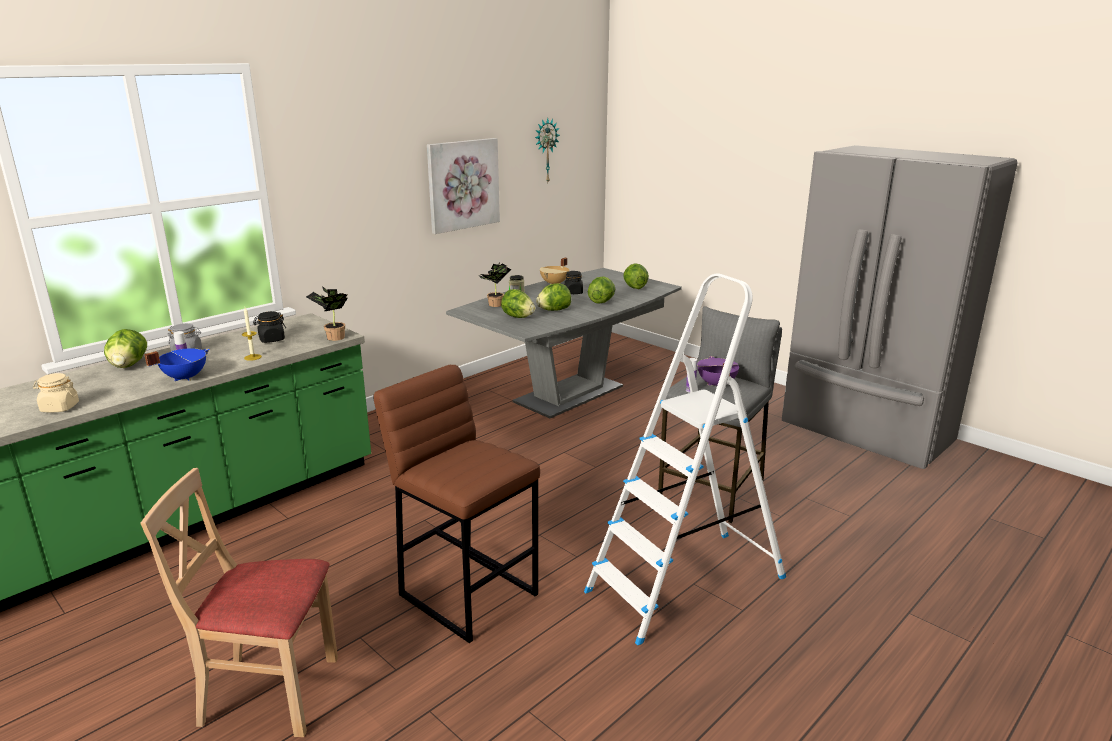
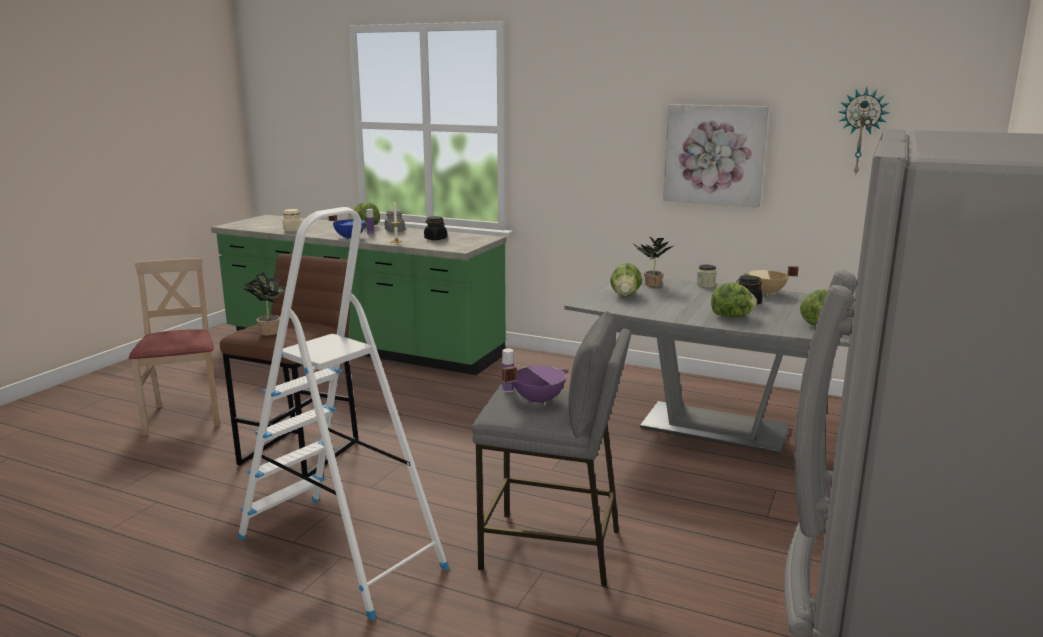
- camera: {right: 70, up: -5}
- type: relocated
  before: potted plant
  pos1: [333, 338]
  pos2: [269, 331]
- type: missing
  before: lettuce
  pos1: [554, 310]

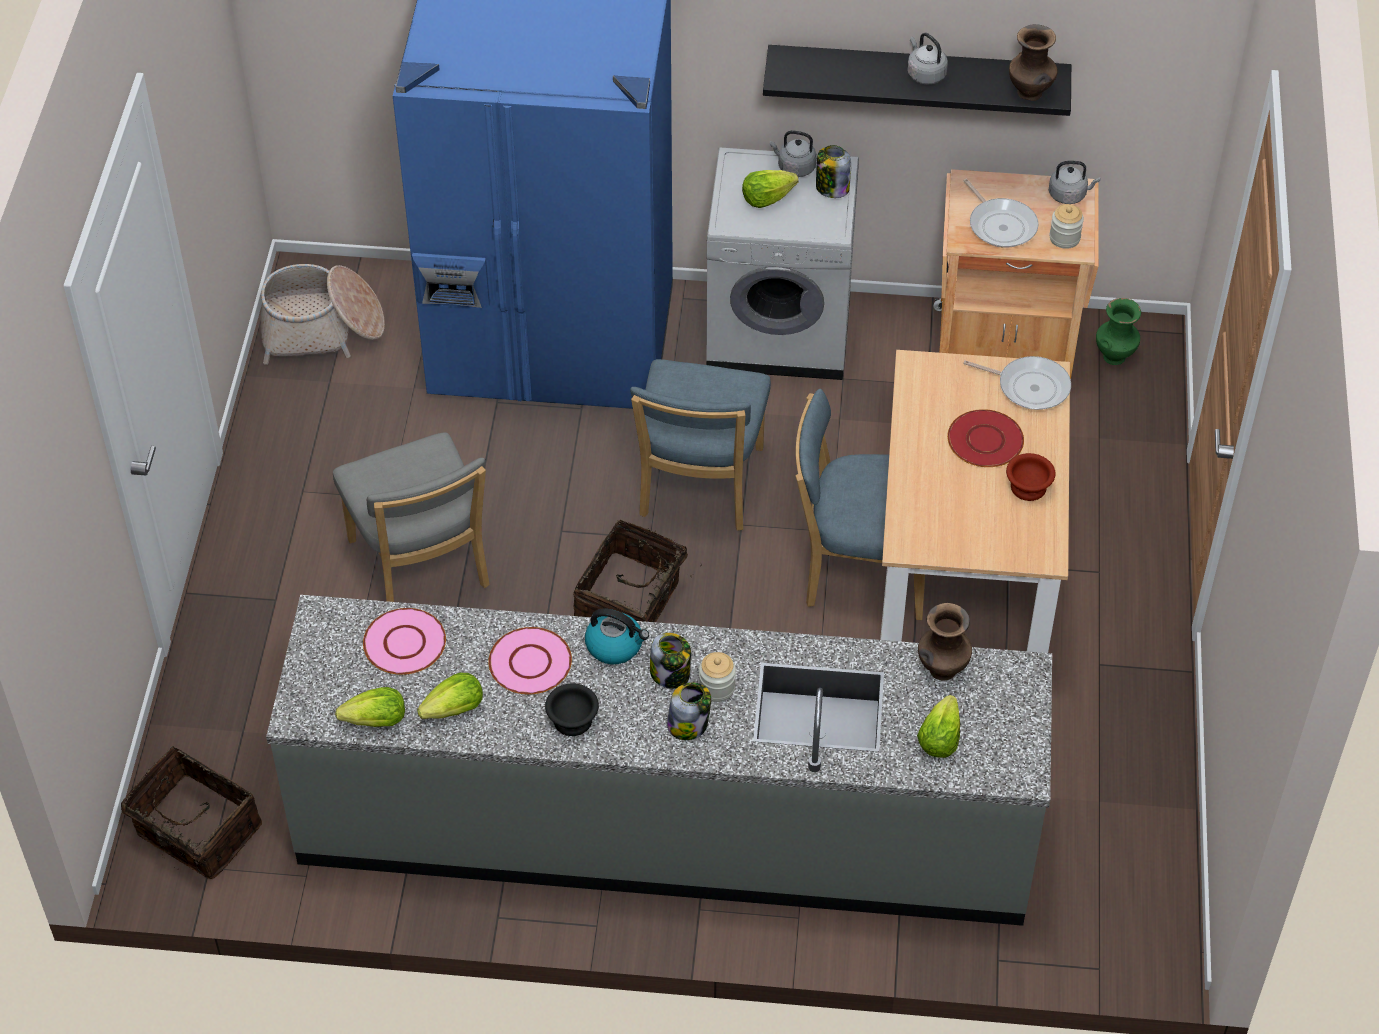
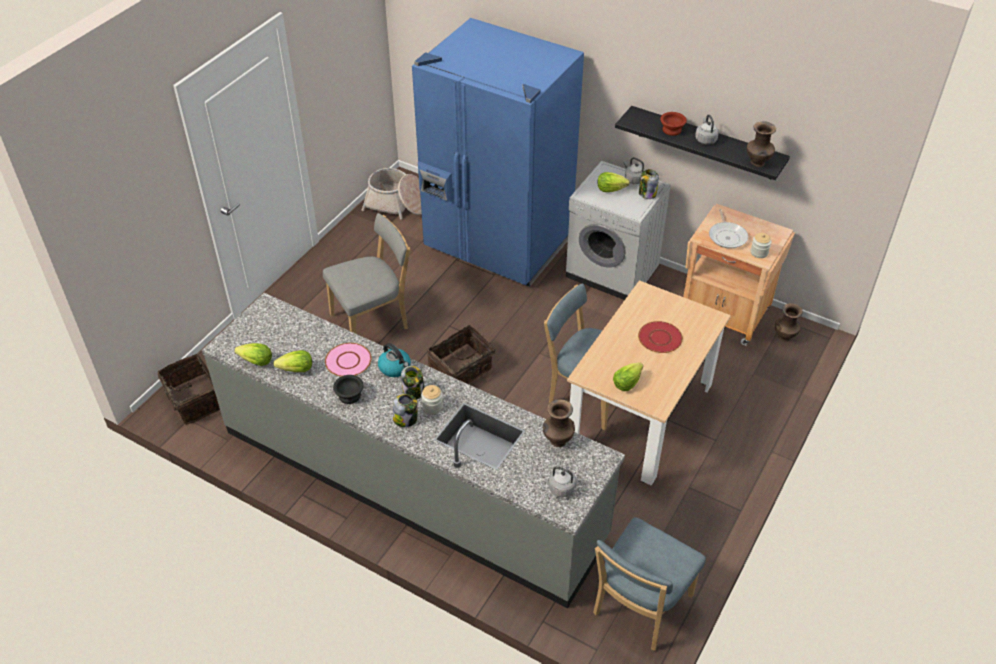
- camera: {right: 25, up: -5}
- type: spun
  before: chair (grey)
  pos1: [421, 569]
  pos2: [373, 321]
  turn: -120
- type: relocated
  before: kettle (grey)
  pos1: [1069, 195]
  pos2: [563, 489]
- type: relocated
  before: chair (blue)
  pos1: [699, 487]
  pos2: [639, 608]
- type: relocated
  before: lettuce
  pos1: [939, 739]
  pos2: [626, 383]
- type: relocated
  before: bowl (brown)
  pos1: [1029, 488]
  pos2: [672, 130]
- type: colour
  before: vase (green)
  after: vase (brown)
  pos1: [1114, 356]
  pos2: [784, 337]
- type: missing
  before: plate (pink)
  pos1: [404, 642]
- type: missing
  before: frying pan
  pos1: [1029, 386]

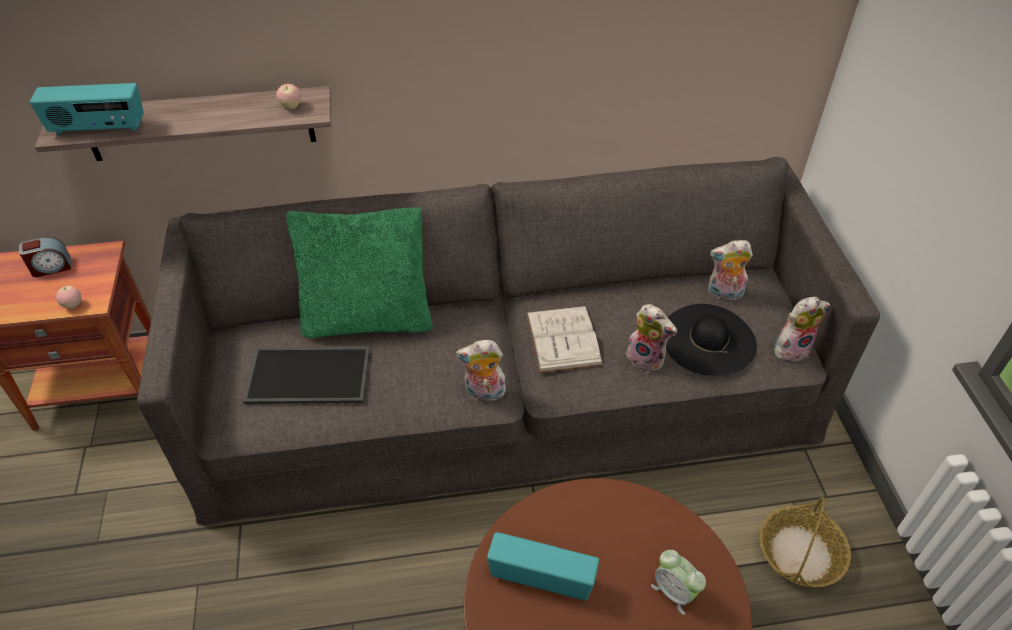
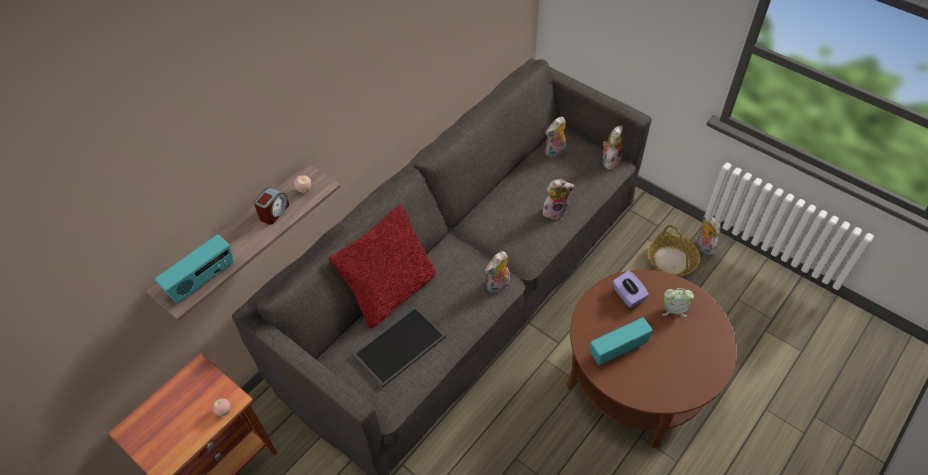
- camera: {right: -40, up: 5}
- type: relocated
  before: alarm clock
  pos1: [51, 267]
  pos2: [274, 212]
- type: colour
  before: pillow (green)
  after: pillow (red)
  pos1: [368, 314]
  pos2: [391, 290]
- type: appeared
  after: tissue box (purple)
  pos2: [628, 295]
- type: appeared
  after: plush toy
  pos2: [703, 246]
- type: missing
  before: book (white)
  pos1: [563, 338]
- type: missing
  before: hat (black)
  pos1: [708, 339]

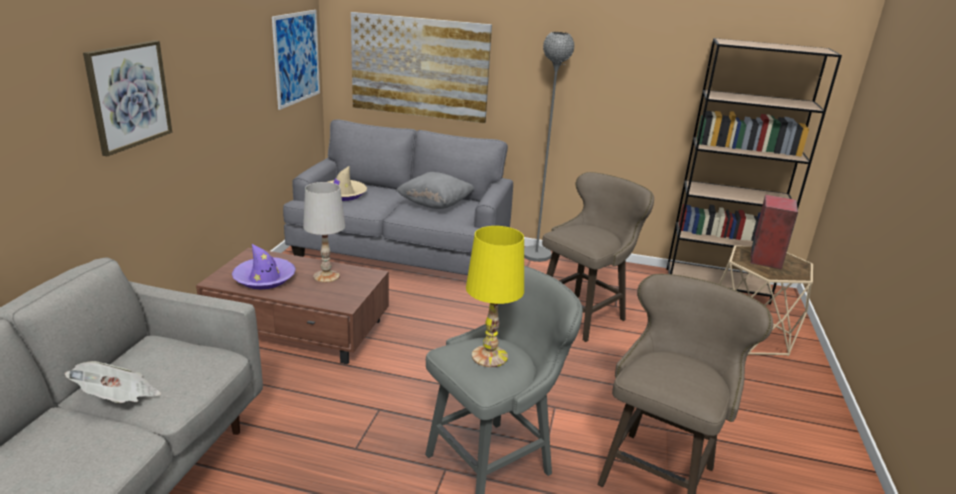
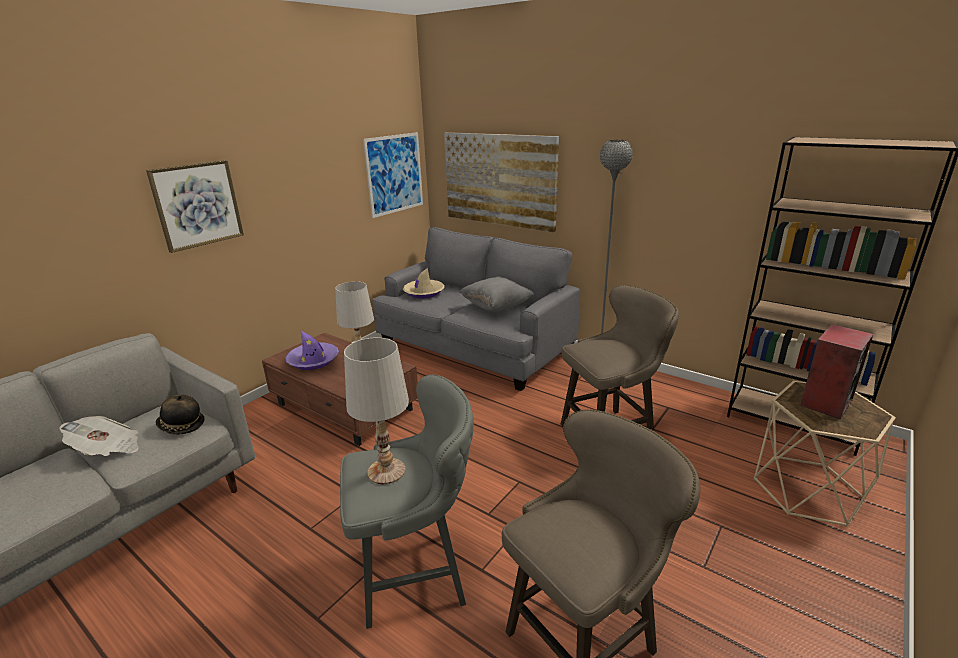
- camera: {right: 25, up: 0}
- type: appeared
  after: hat
  pos2: [181, 426]
- type: colour
  before: table lamp (yellow)
  after: table lamp (white)
  pos1: [490, 356]
  pos2: [386, 471]

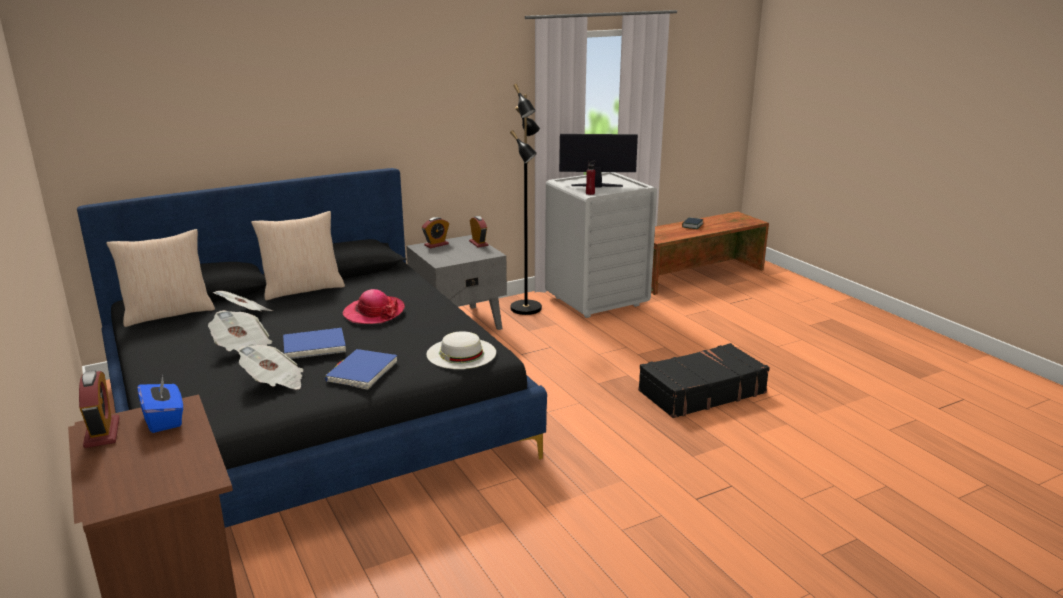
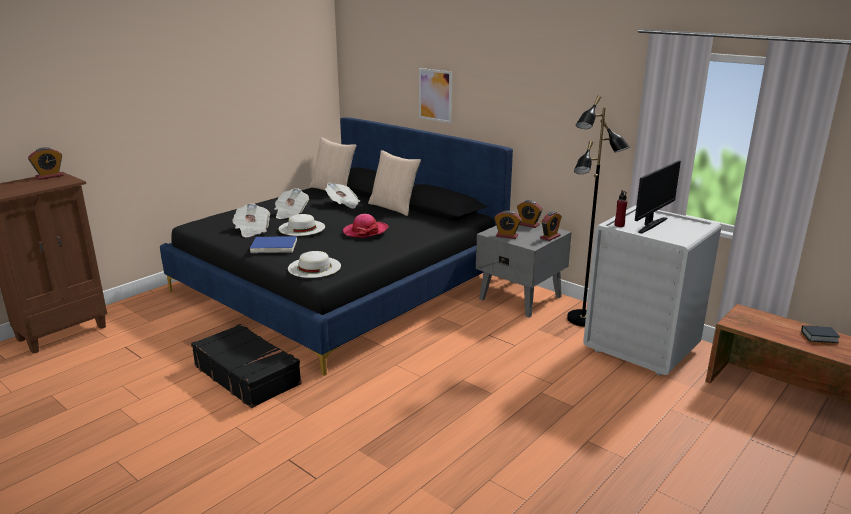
- camera: {right: 70, up: 0}
- type: relocated
  before: suitcase (black)
  pos1: [701, 392]
  pos2: [247, 375]
- type: exchanged
  before: book (blue)
  after: hat (white)
  pos1: [314, 346]
  pos2: [302, 228]
- type: appeared
  after: picture
  pos2: [435, 95]
- type: appeared
  after: alarm clock
  pos2: [507, 236]
- type: spun
  before: monitor
  pos1: [597, 186]
  pos2: [651, 225]
  turn: 60
- type: missing
  before: tissue box (blue)
  pos1: [164, 419]

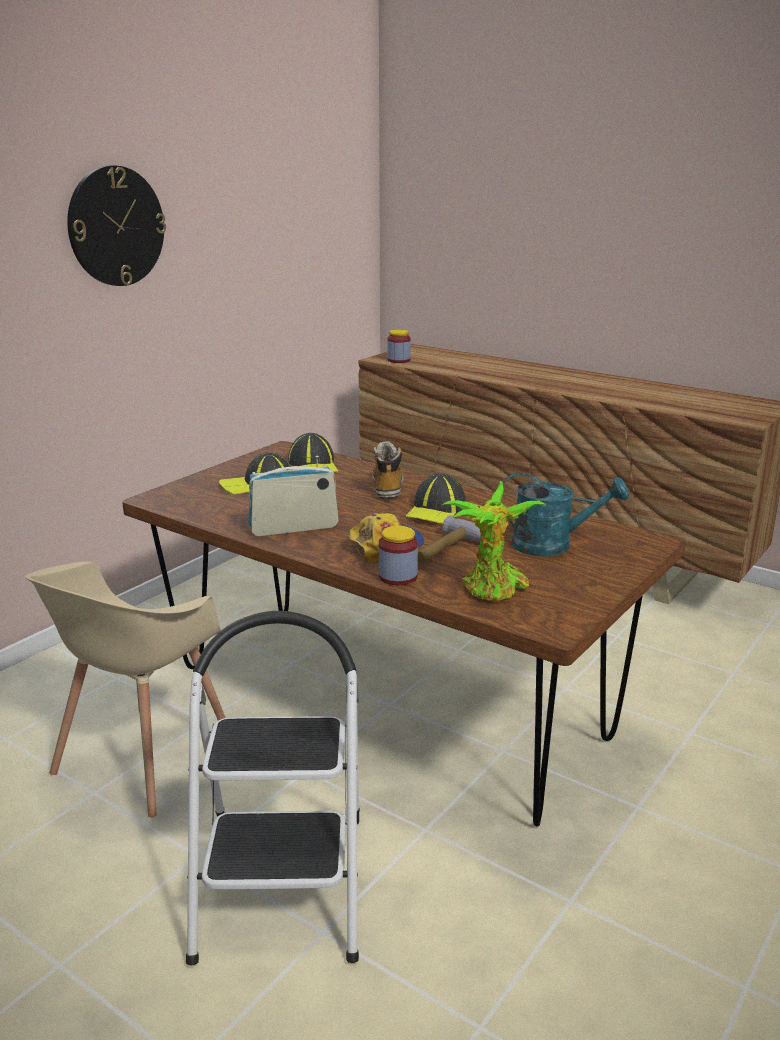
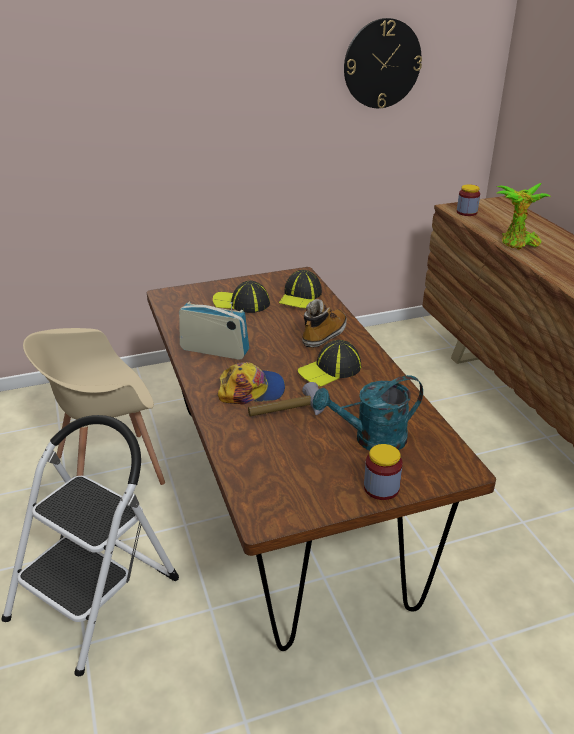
- camera: {right: 35, up: 10}
- type: spun
  before: watering can (turquoise)
  pos1: [552, 545]
  pos2: [371, 439]
  turn: 120
- type: relocated
  before: wall clock
  pos1: [116, 226]
  pos2: [382, 64]
- type: relocated
  before: jar
  pos1: [398, 577]
  pos2: [381, 488]
- type: relocated
  before: potted plant
  pos1: [493, 590]
  pos2: [517, 244]

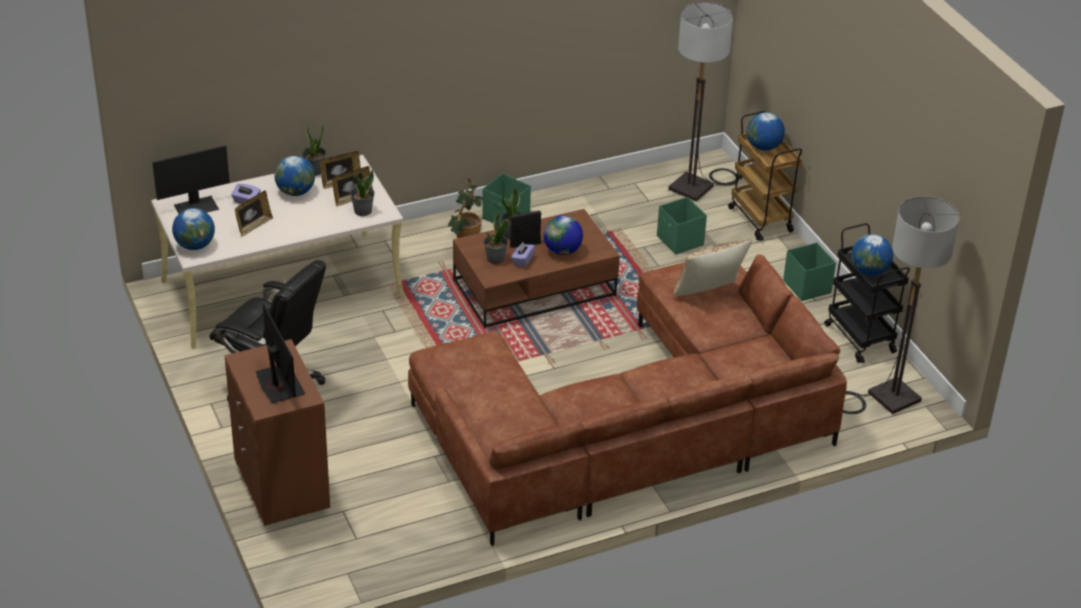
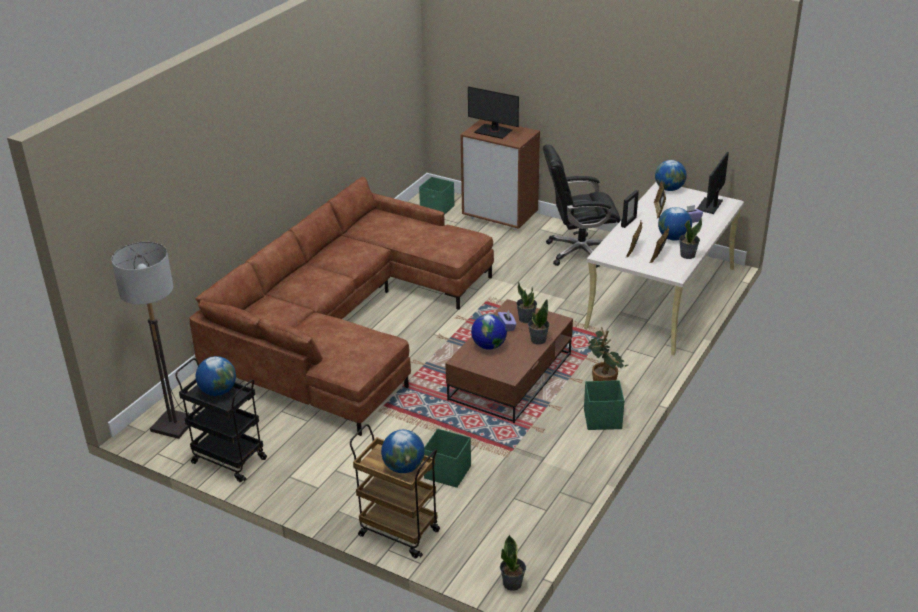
- camera: {right: 145, up: -5}
- type: relocated
  before: storage box (green)
  pos1: [807, 286]
  pos2: [437, 209]
- type: relocated
  before: potted plant
  pos1: [362, 210]
  pos2: [512, 583]
- type: relocated
  before: picture frame
  pos1: [525, 244]
  pos2: [628, 222]
- type: missing
  before: floor lamp
  pos1: [701, 185]
- type: missing
  before: pillow (beige)
  pos1: [707, 295]

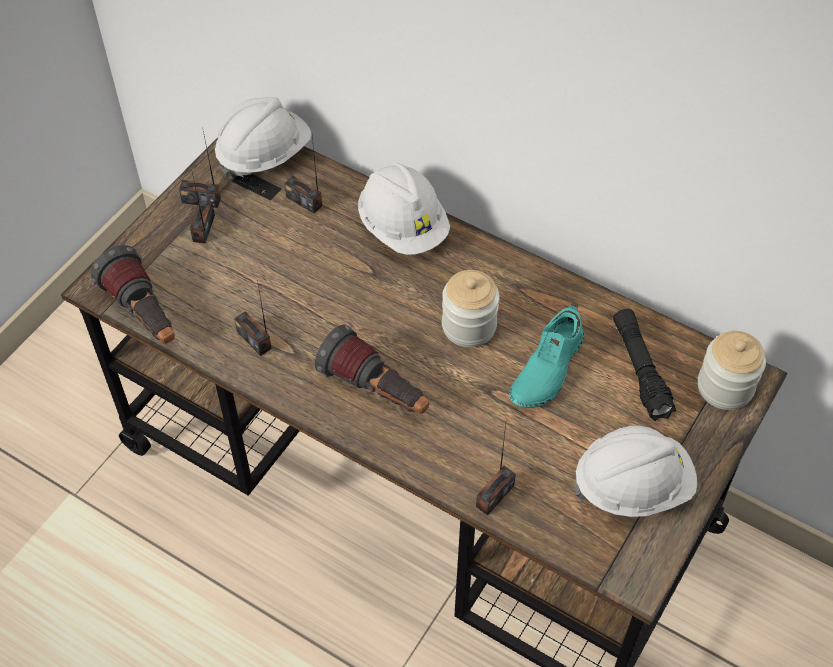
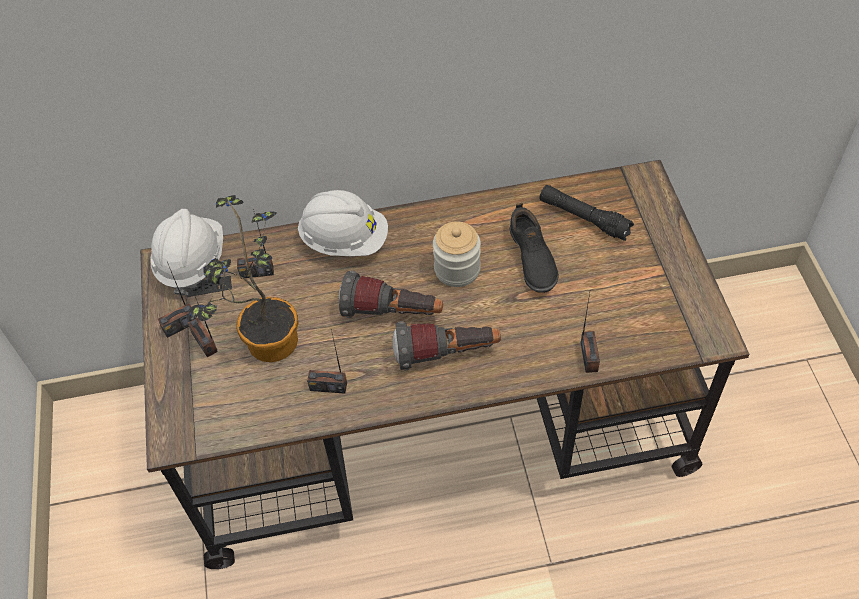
- camera: {right: -40, up: 0}
- type: appeared
  after: potted plant
  pos2: [266, 346]
- type: relocated
  before: flashlight
  pos1: [144, 316]
  pos2: [392, 313]
- type: colour
  before: shoe (turquoise)
  after: shoe (black)
  pos1: [546, 369]
  pos2: [531, 259]
- type: missing
  before: hard hat (white)
  pos1: [632, 486]
- type: missing
  before: jar
  pos1: [725, 387]

